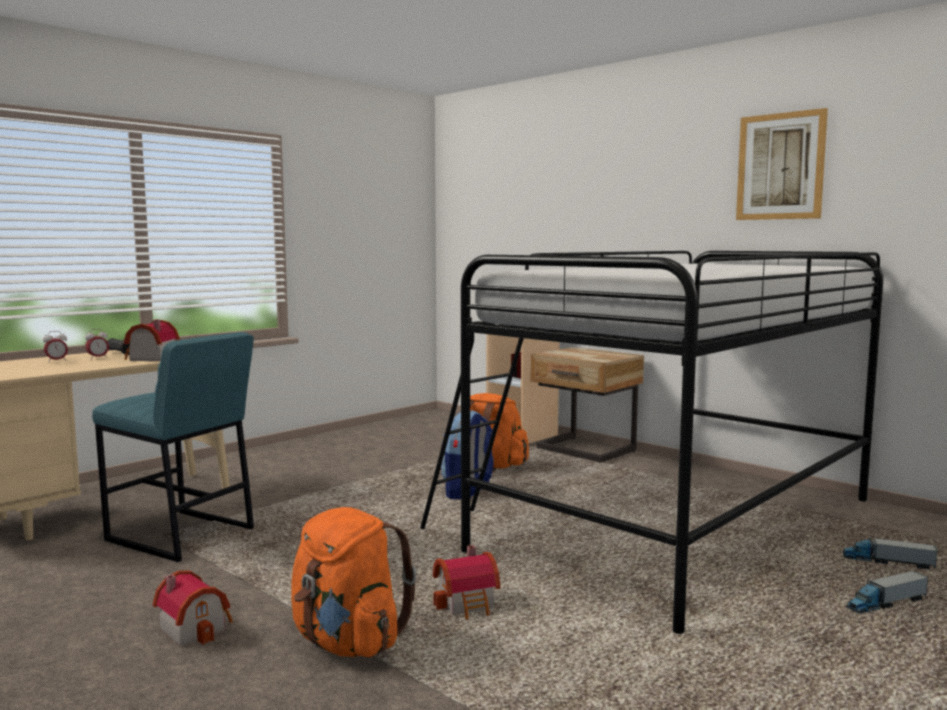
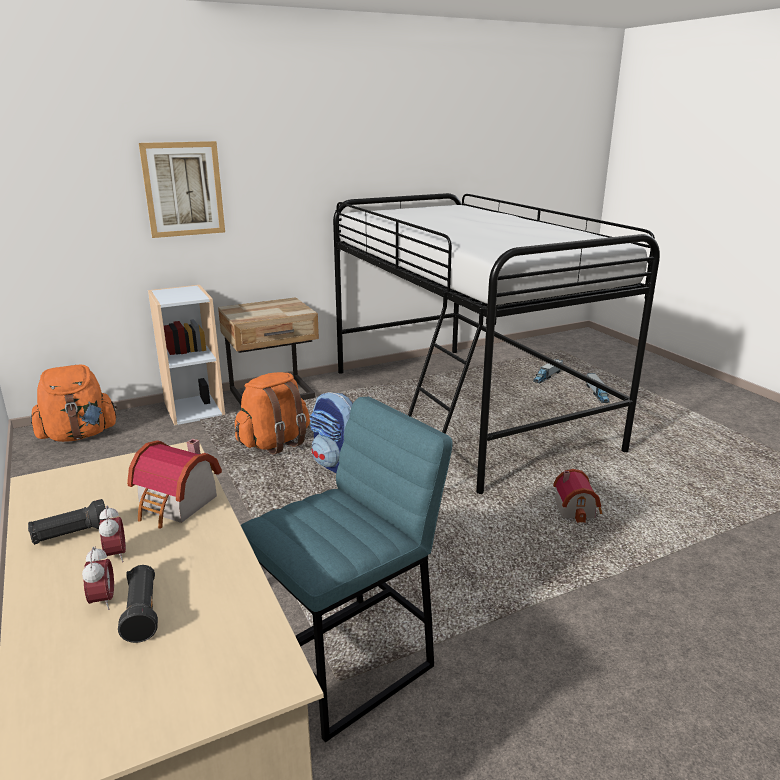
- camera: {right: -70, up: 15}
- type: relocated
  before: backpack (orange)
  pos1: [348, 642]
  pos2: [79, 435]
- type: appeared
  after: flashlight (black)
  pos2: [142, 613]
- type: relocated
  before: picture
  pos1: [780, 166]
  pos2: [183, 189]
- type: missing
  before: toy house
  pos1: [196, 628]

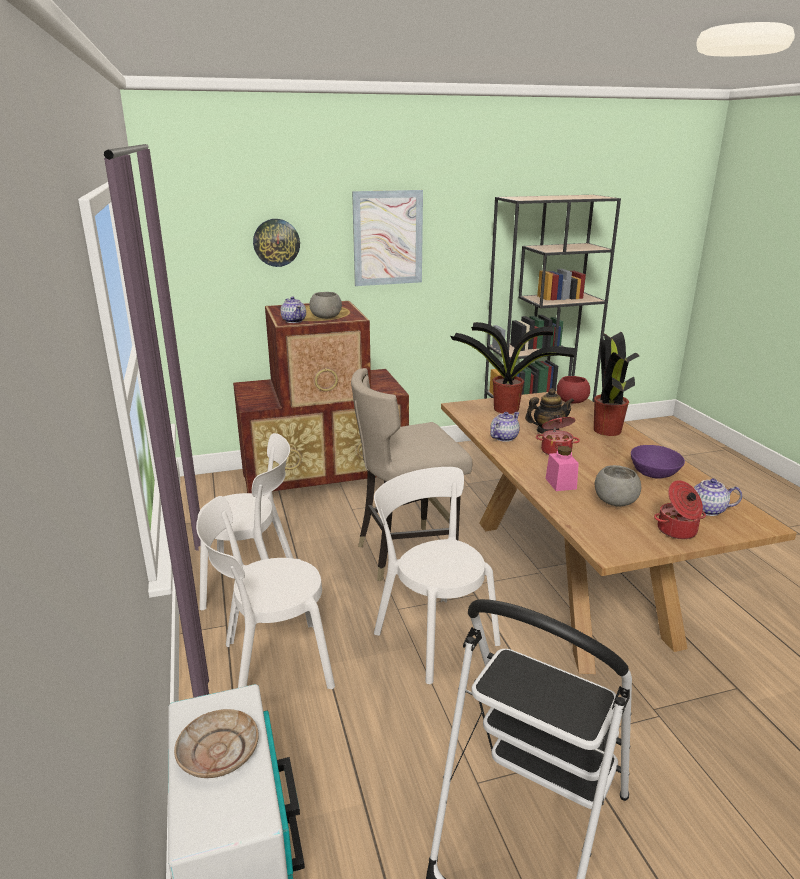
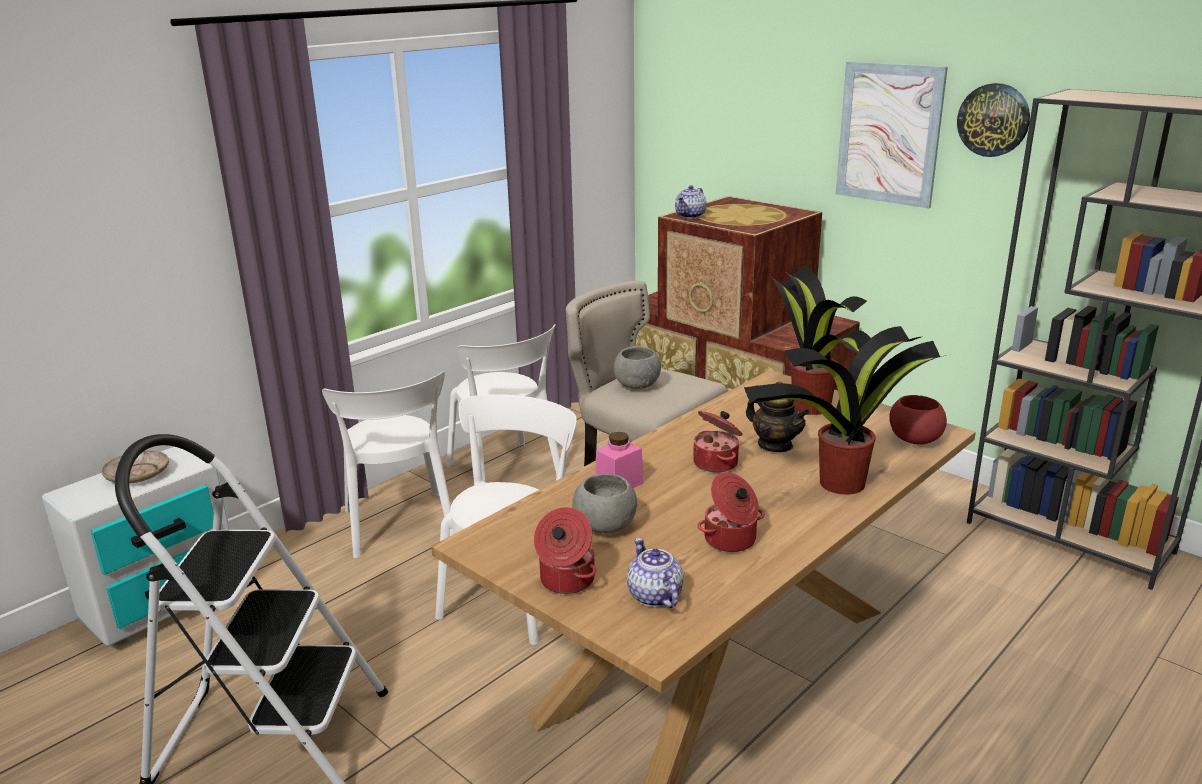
- camera: {right: 60, up: 0}
- type: spun
  before: chair (white)
  pos1: [271, 666]
  pos2: [400, 527]
  turn: -150
- type: relocated
  before: bowl (grey)
  pos1: [326, 317]
  pos2: [637, 385]
- type: exchanged
  before: bowl (purple)
  after: cooking pot
  pos1: [654, 473]
  pos2: [731, 540]
- type: relocated
  before: wall clock
  pos1: [276, 242]
  pos2: [993, 120]
- type: missing
  before: teapot
  pos1: [503, 437]

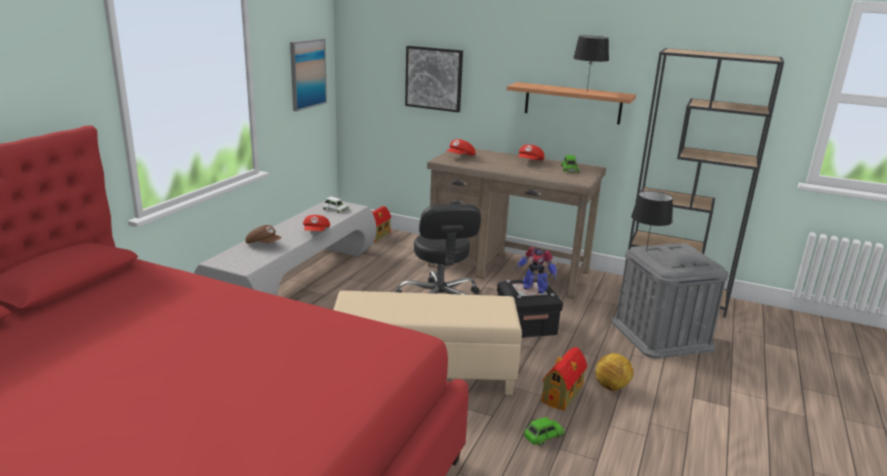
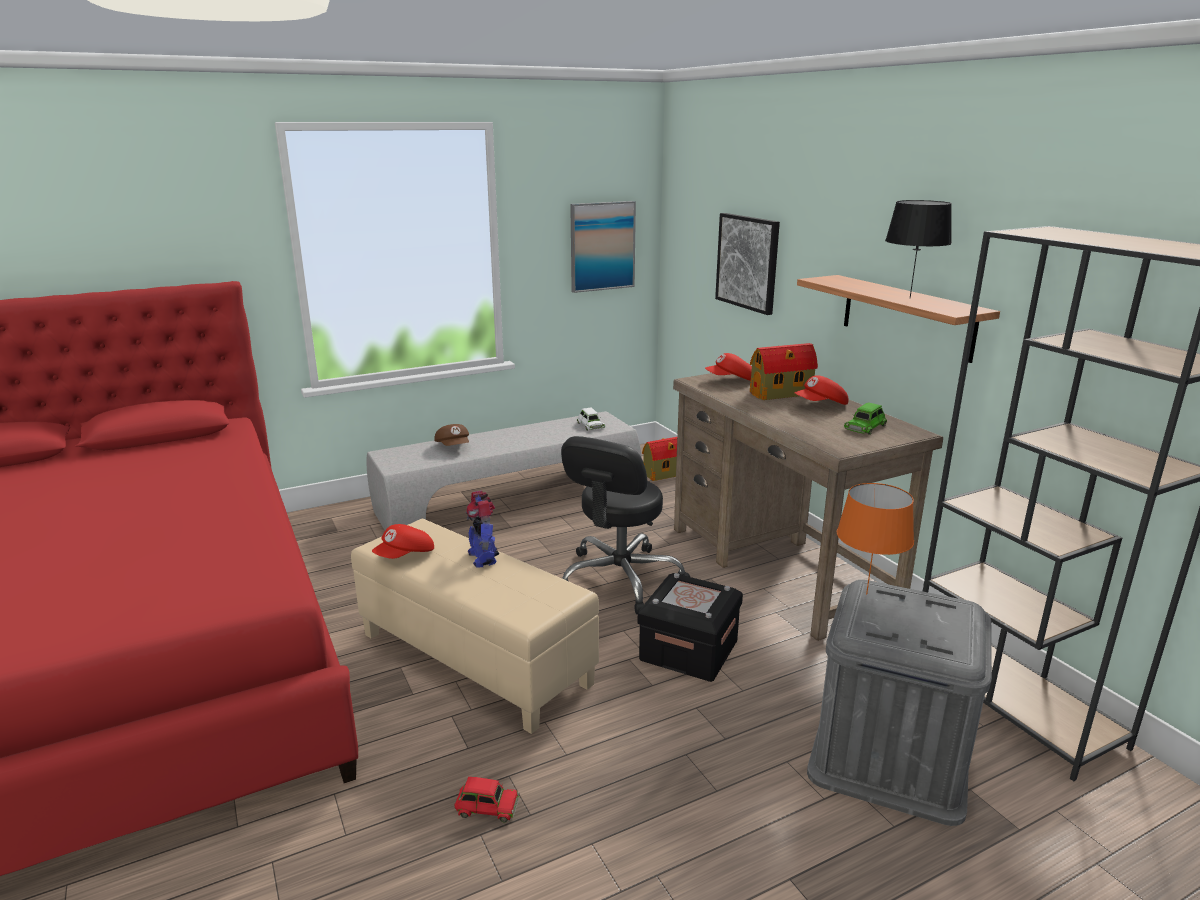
- camera: {right: 40, up: 0}
- type: relocated
  before: cap (red)
  pos1: [316, 232]
  pos2: [405, 556]
- type: colour
  before: toy car (green)
  after: toy car (red)
  pos1: [543, 435]
  pos2: [487, 806]
- type: relocated
  before: toy robot
  pos1: [534, 288]
  pos2: [483, 557]
- type: relocated
  before: toy house
  pos1: [563, 394]
  pos2: [782, 393]
- type: colour
  before: table lamp (black)
  after: table lamp (orange)
  pos1: [646, 252]
  pos2: [866, 594]
- type: missing
  before: football
  pos1: [611, 387]

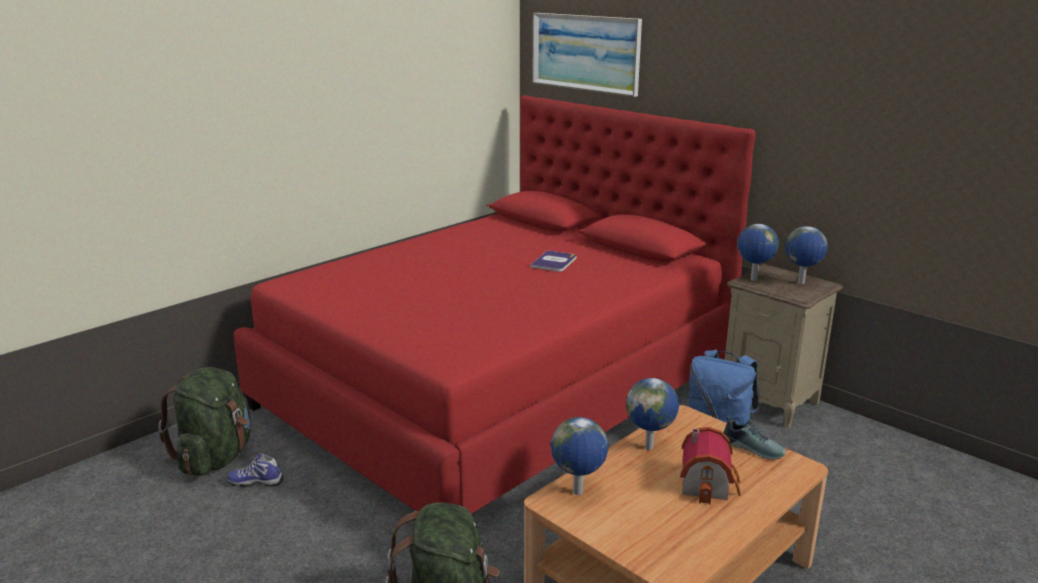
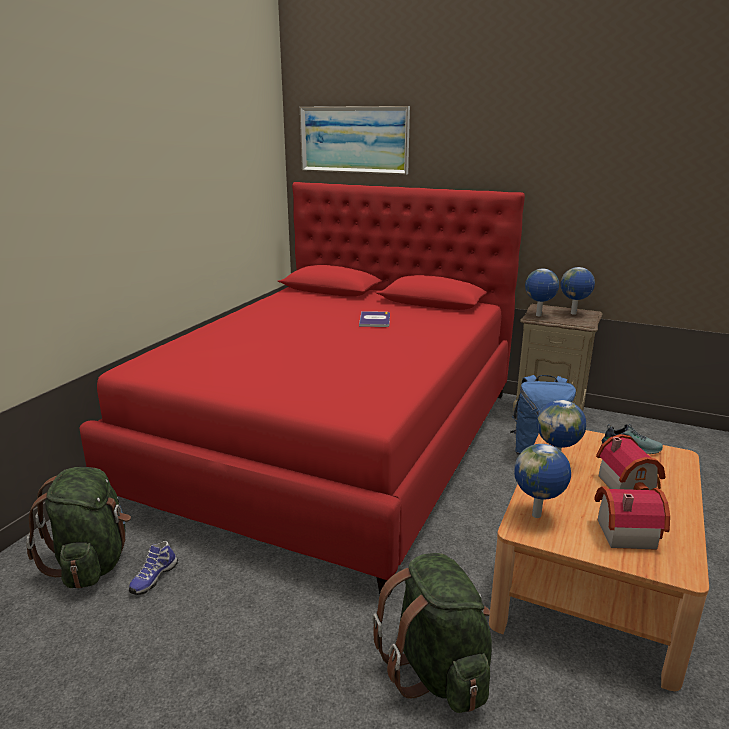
- camera: {right: -20, up: 0}
- type: spun
  before: shoe
  pos1: [256, 482]
  pos2: [153, 578]
  turn: -45
- type: appeared
  after: toy house
  pos2: [623, 531]

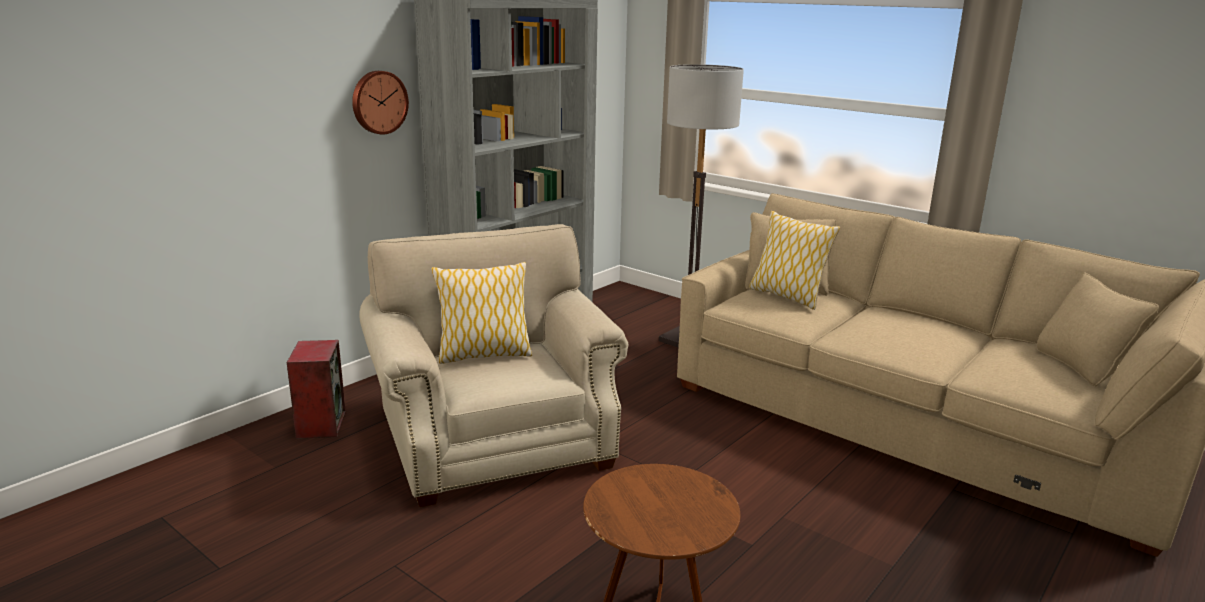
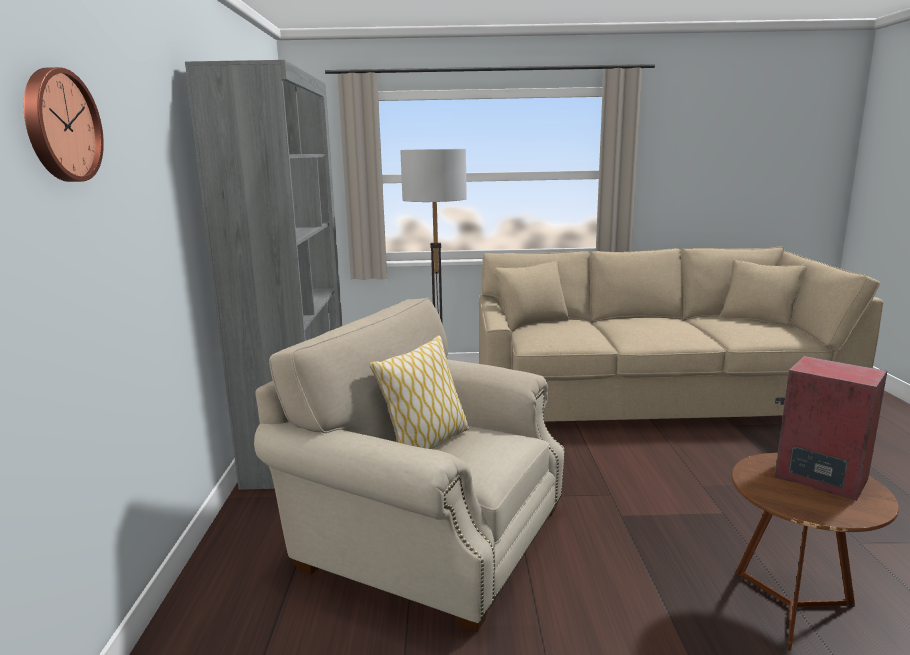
- camera: {right: -40, up: -5}
- type: relocated
  before: wall clock
  pos1: [378, 102]
  pos2: [60, 126]
- type: relocated
  before: speaker
  pos1: [320, 424]
  pos2: [819, 477]
- type: missing
  before: pillow
  pos1: [787, 296]

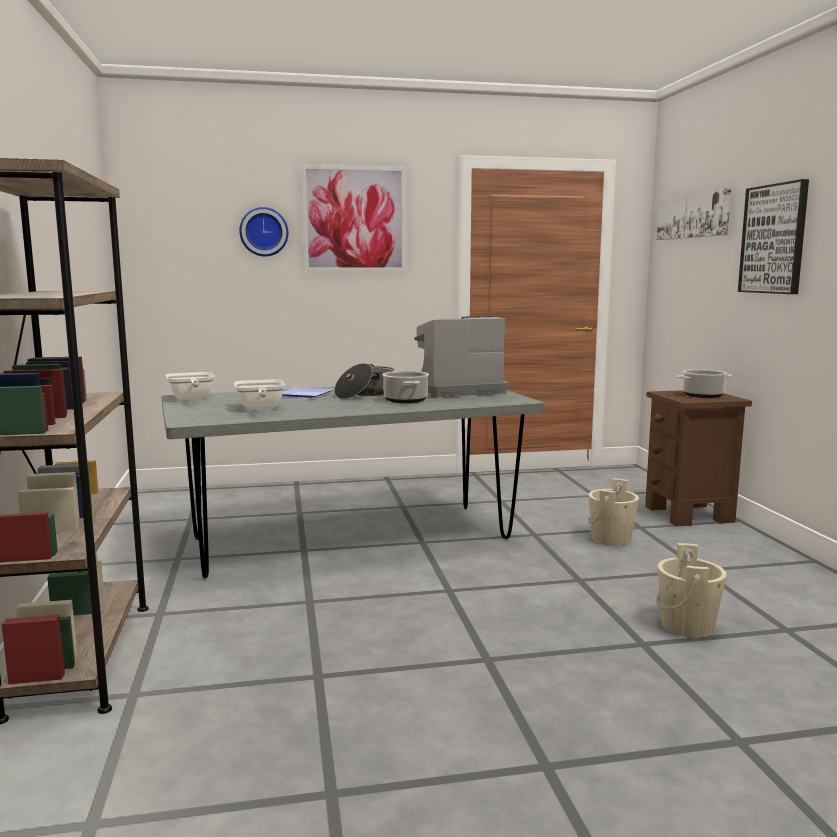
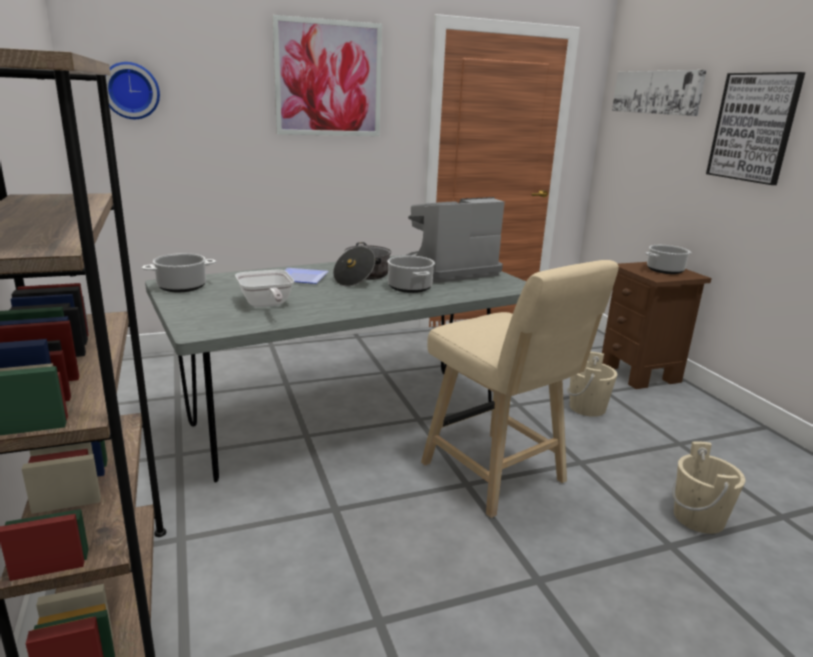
- camera: {right: -10, up: 10}
- type: relocated
  before: wall clock
  pos1: [264, 232]
  pos2: [131, 91]
- type: exchanged
  before: frying pan
  after: cooking pot
  pos1: [191, 399]
  pos2: [181, 287]
- type: appeared
  after: stool (beige)
  pos2: [498, 477]

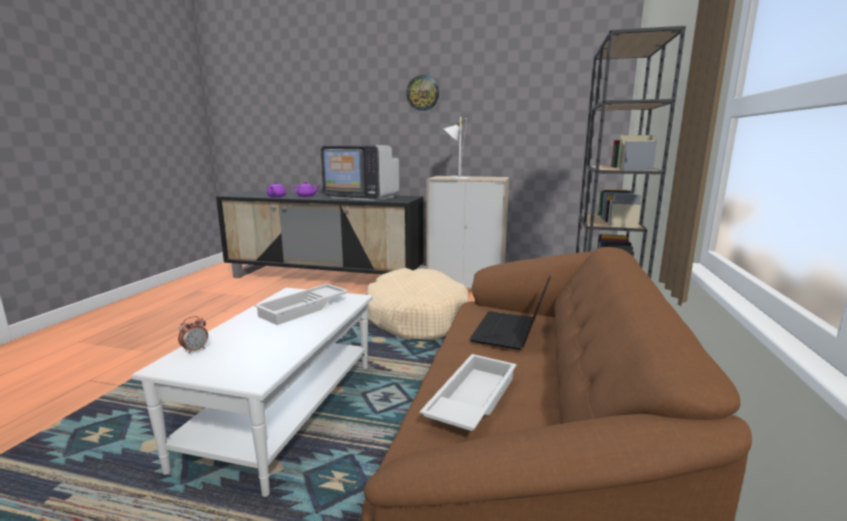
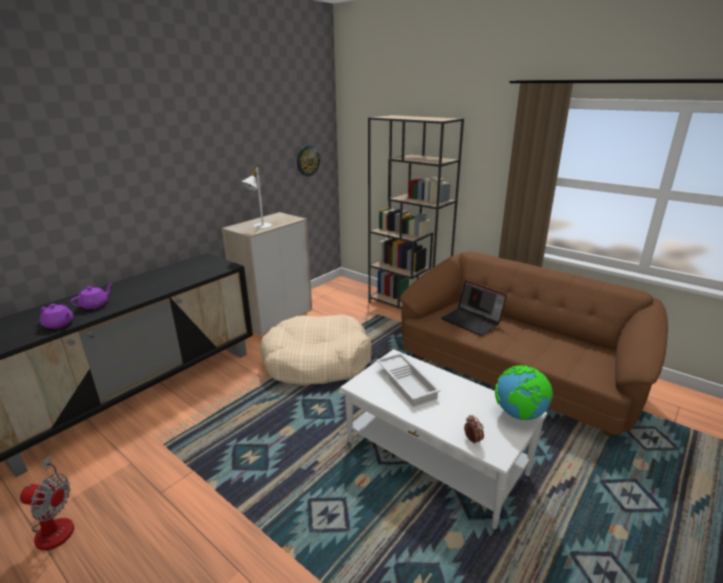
- camera: {right: -65, up: 10}
- type: appeared
  after: fan
  pos2: [55, 524]
- type: relocated
  before: wall clock
  pos1: [423, 93]
  pos2: [307, 161]
- type: appeared
  after: globe
  pos2: [520, 415]
- type: missing
  before: television
  pos1: [361, 197]
- type: missing
  before: tray (white)
  pos1: [470, 399]

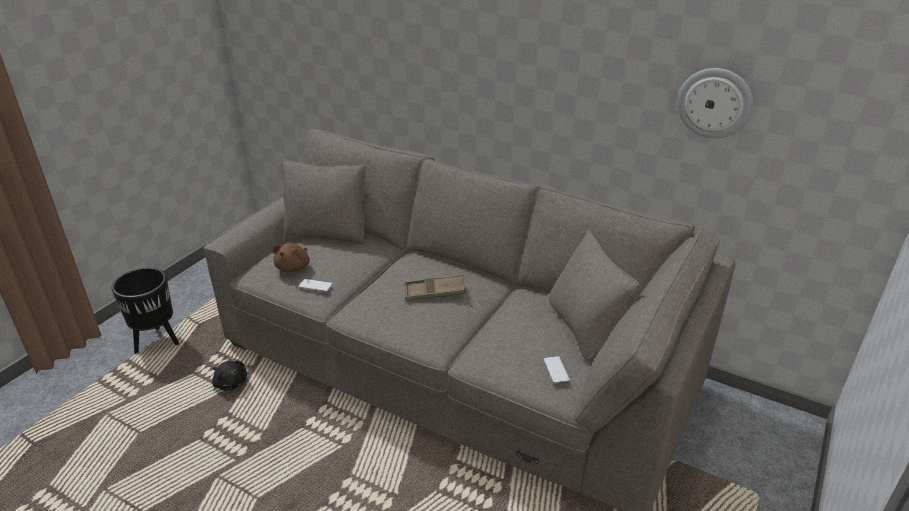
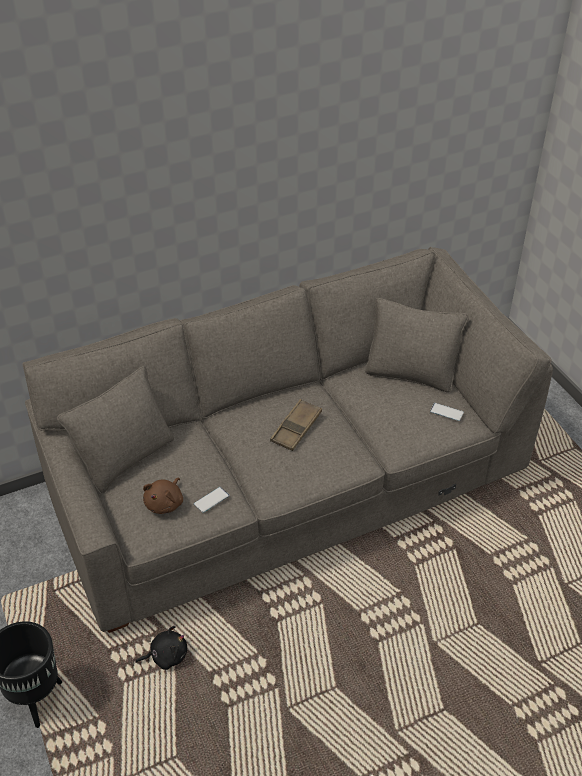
- camera: {right: -55, up: 10}
- type: spun
  before: plush toy (brown)
  pos1: [294, 267]
  pos2: [165, 503]
  turn: 60
- type: missing
  before: wall clock
  pos1: [714, 103]

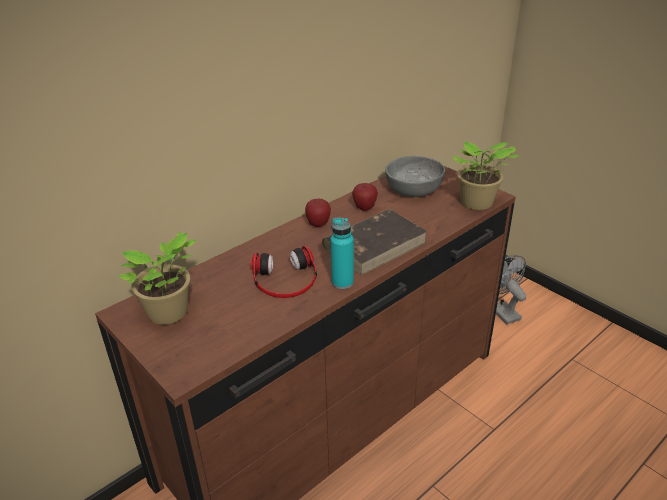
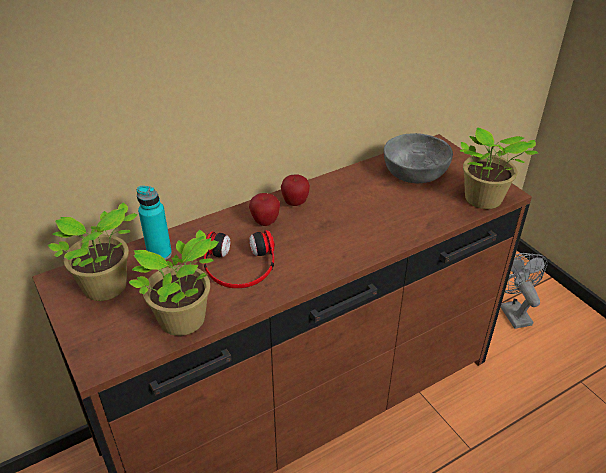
- camera: {right: 10, up: 5}
- type: appeared
  after: potted plant
  pos2: [184, 322]
- type: relocated
  before: bottle (turquoise)
  pos1: [342, 282]
  pos2: [159, 254]
- type: relocated
  before: apple
  pos1: [364, 208]
  pos2: [265, 222]
- type: missing
  before: book (brown)
  pos1: [375, 244]

